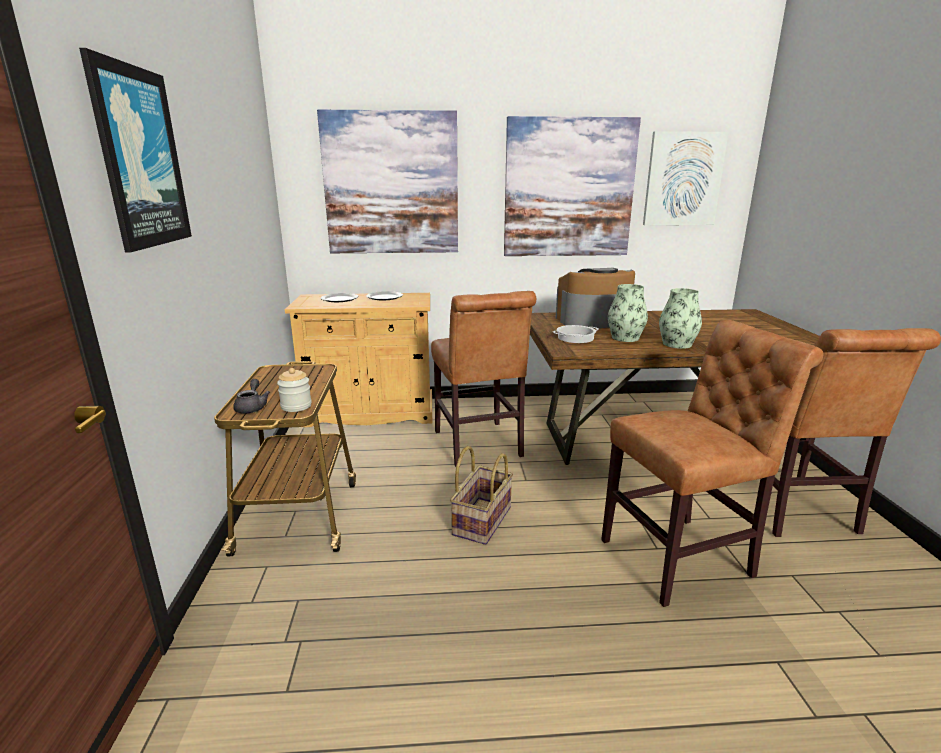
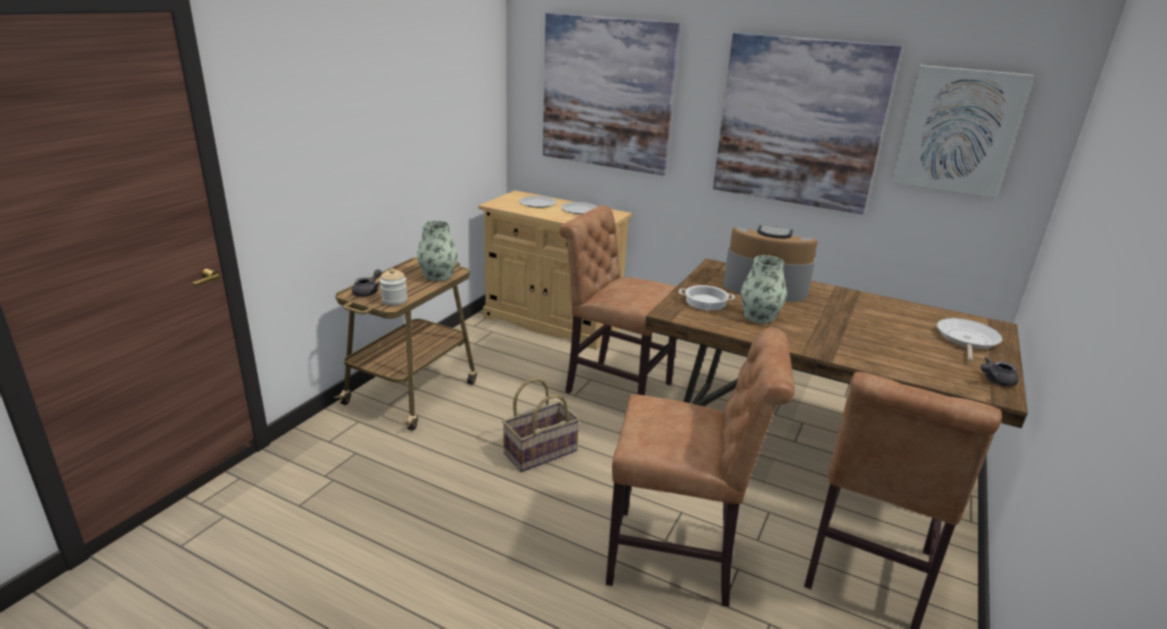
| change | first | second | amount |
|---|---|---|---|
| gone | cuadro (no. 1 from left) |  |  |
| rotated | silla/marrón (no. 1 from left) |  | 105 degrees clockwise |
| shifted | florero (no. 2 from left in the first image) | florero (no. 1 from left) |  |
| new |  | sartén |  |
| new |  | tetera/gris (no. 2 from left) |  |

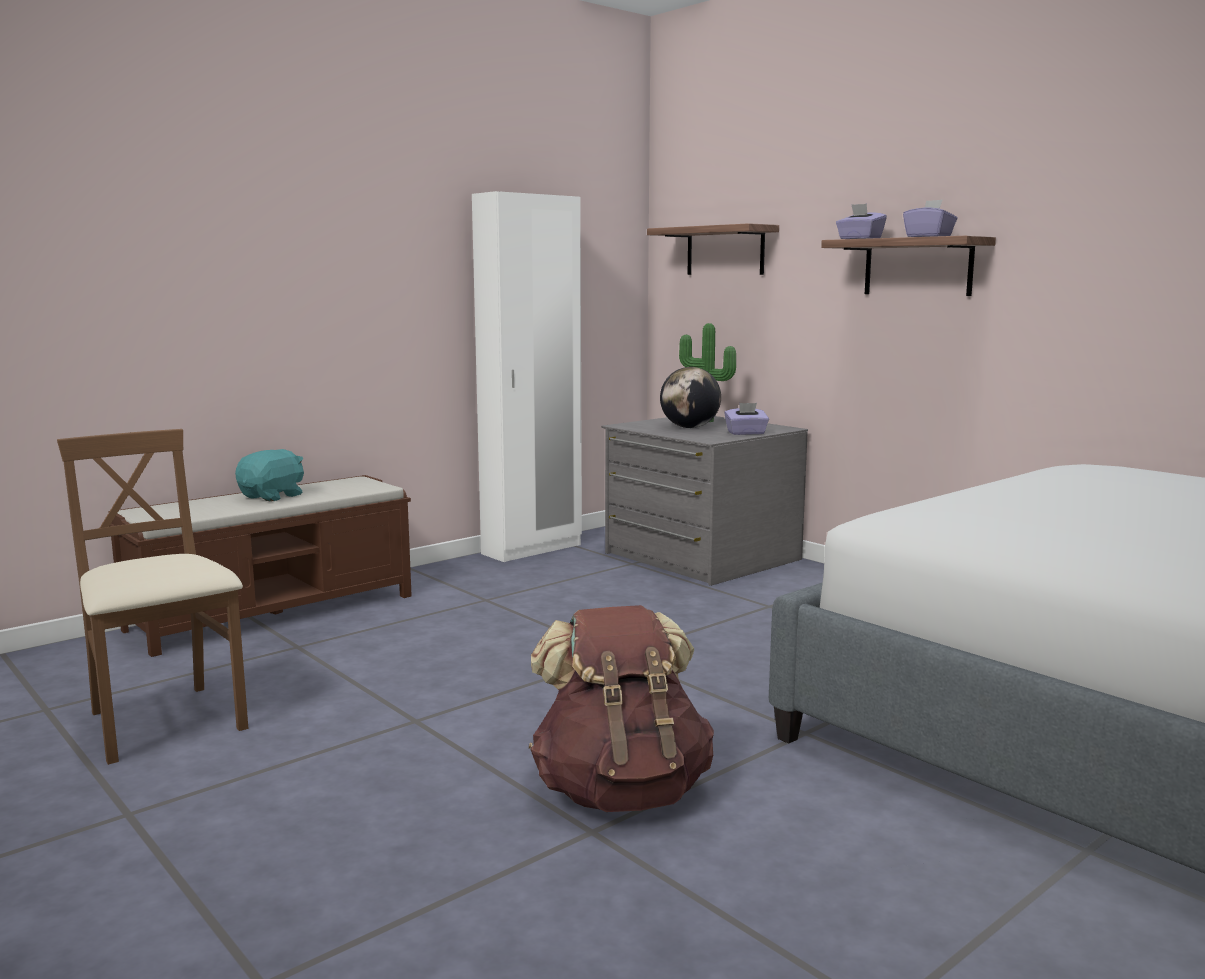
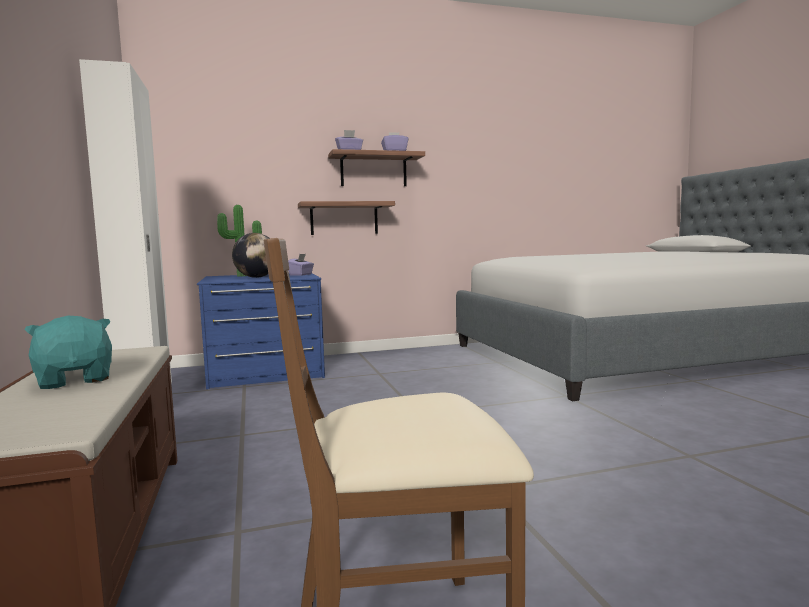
| change | first | second | amount |
|---|---|---|---|
| gone | mochila/marrón |  |  |
| repainted | cómoda/gris | cómoda/azul |  |
| shifted | estante (no. 1 from left) |  |  |

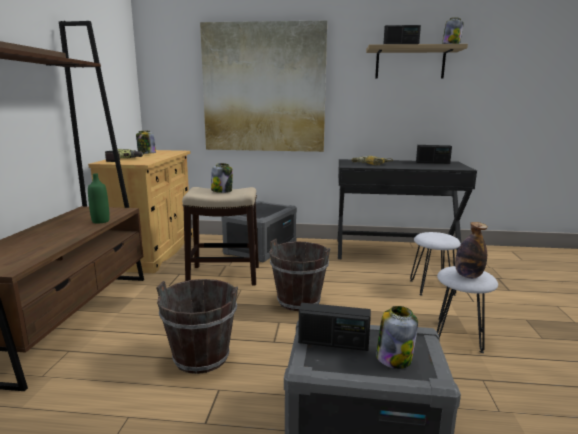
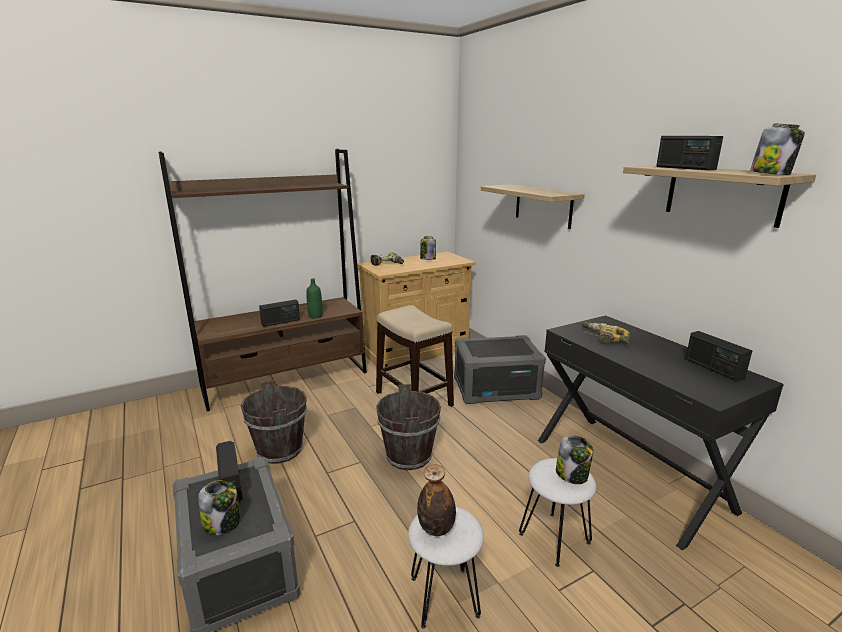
| change | first | second | amount |
|---|---|---|---|
| swapped | cuadro | estante (no. 1 from left) |  |
| shifted | tarro (no. 2 from left in the first image) | tarro (no. 3 from left) |  |
| new |  | radio (no. 2 from left) |  |

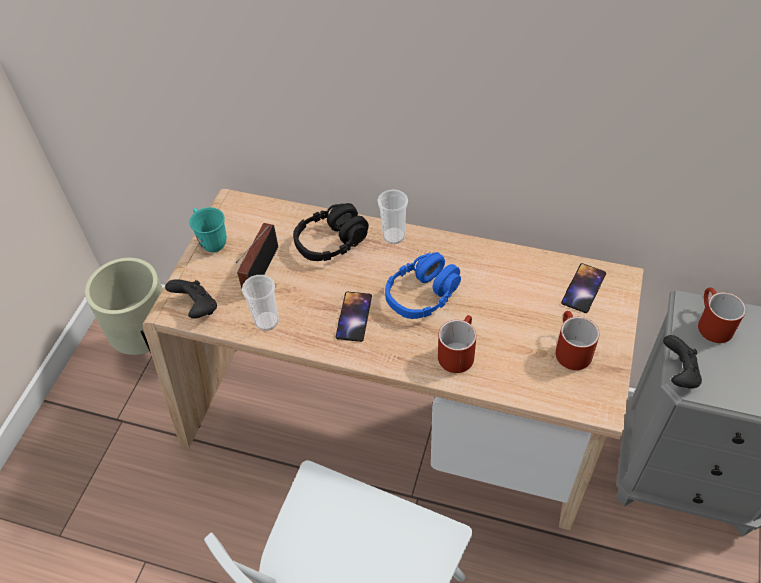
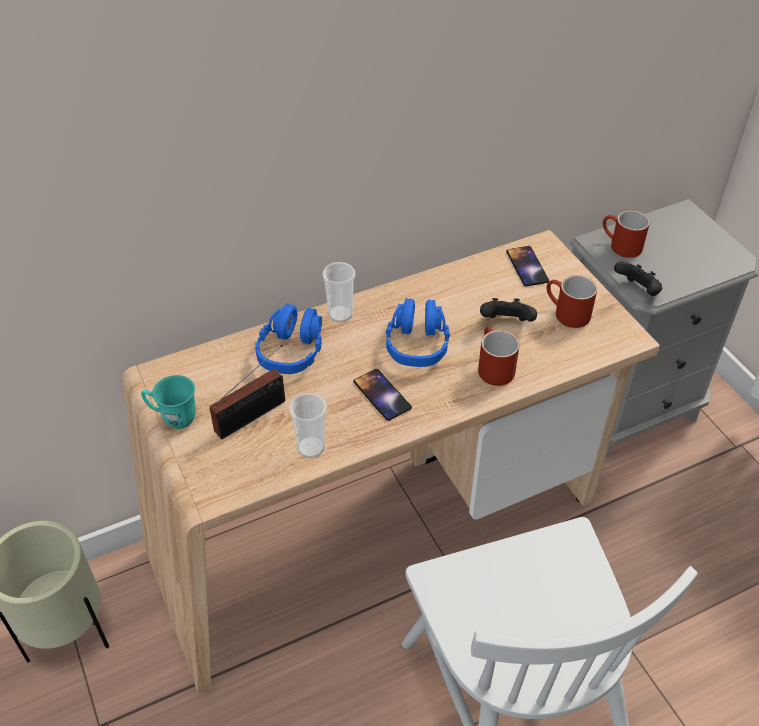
| change | first | second | amount |
|---|---|---|---|
| shifted | mando de consola/negro (no. 1 from left) |  |  |
| rotated | radio |  | 105 degrees counterclockwise |
| repainted | auriculares/negro | auriculares/azul (no. 1 from left) |  |

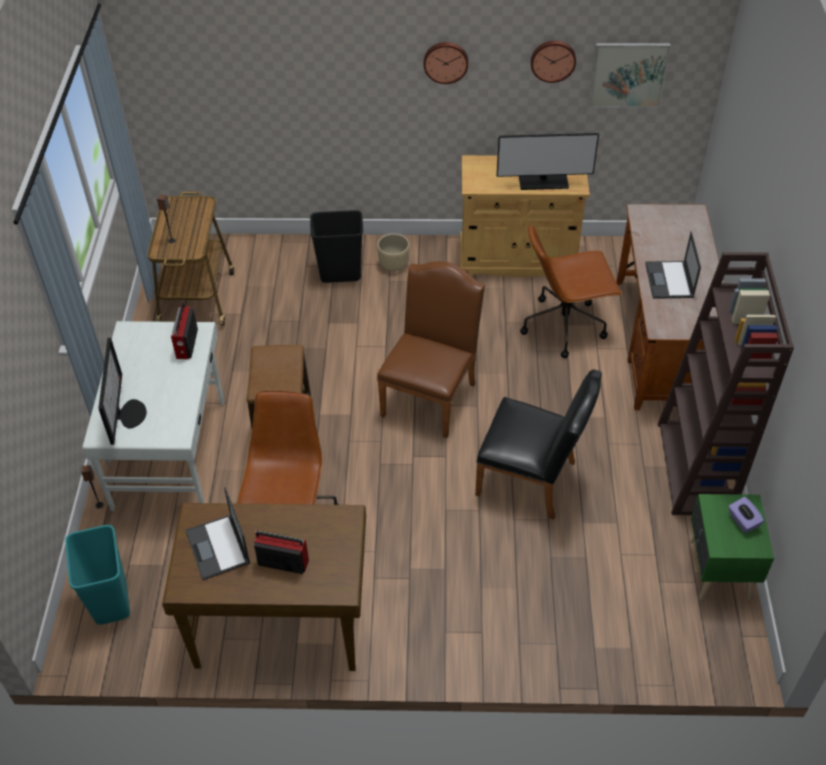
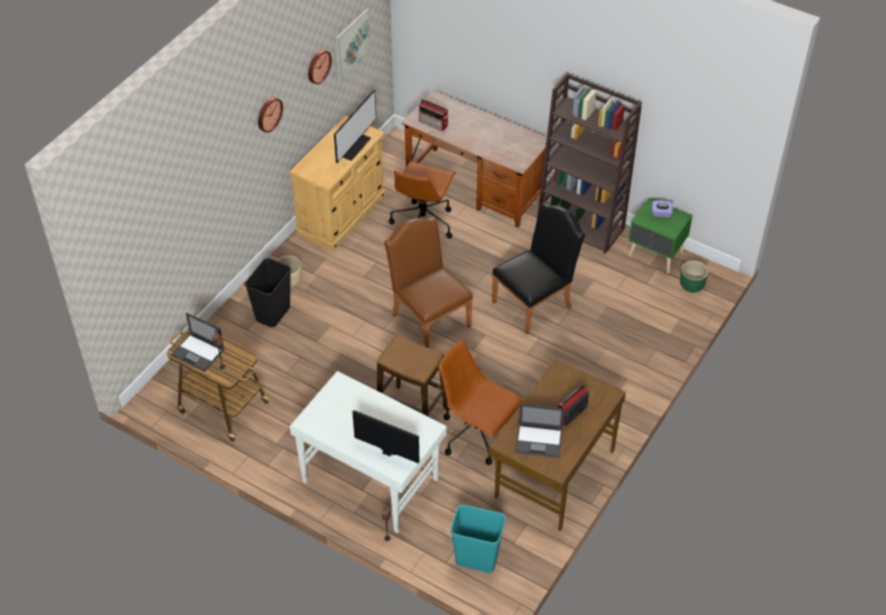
| change | first | second | amount |
|---|---|---|---|
| shifted | radio (no. 1 from left) |  |  |
| shifted | portátil (no. 2 from left in the first image) | portátil (no. 1 from left) |  |
| new |  | maceta/verde |  |

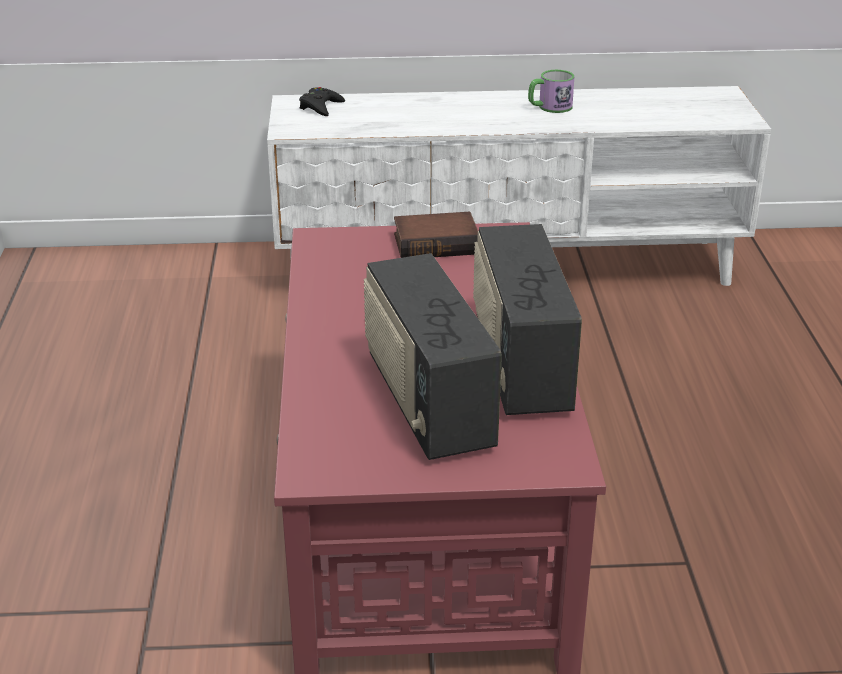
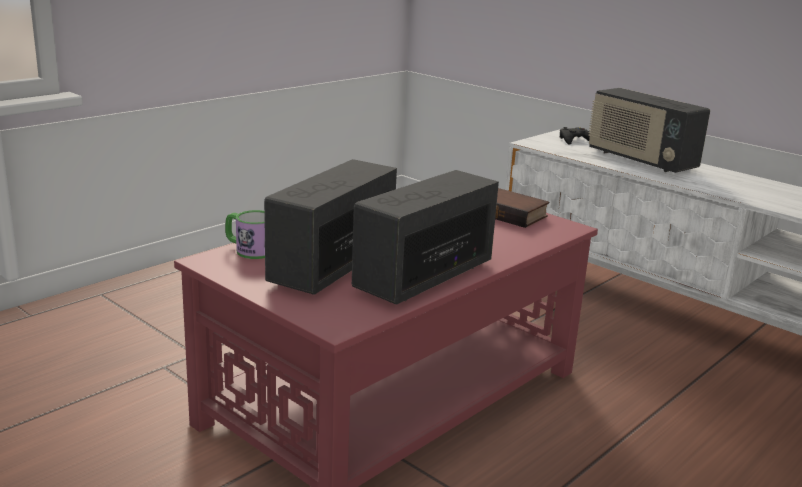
| change | first | second | amount |
|---|---|---|---|
| shifted | taza grande |  |  |
| new |  | radio (no. 3 from left) |  |

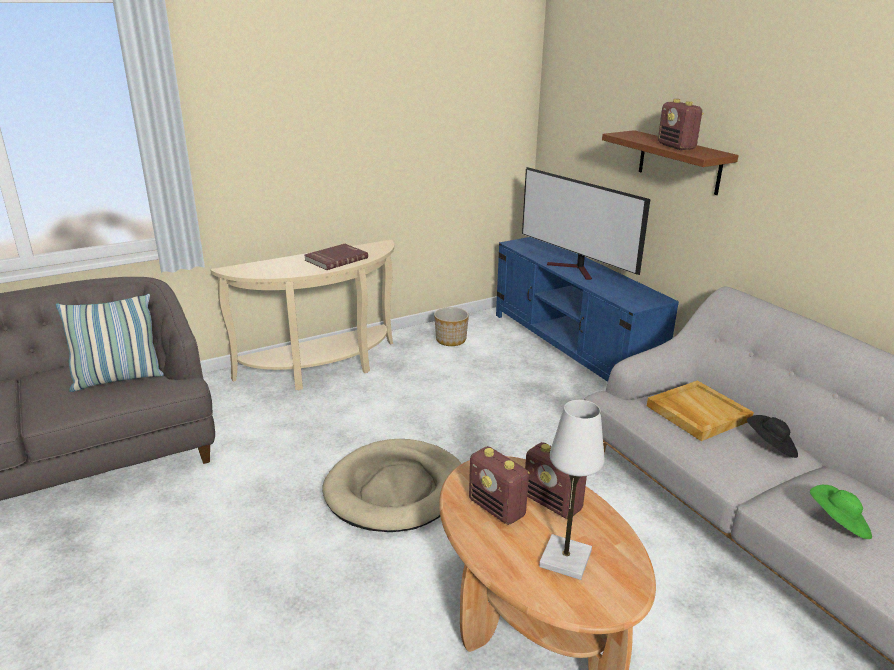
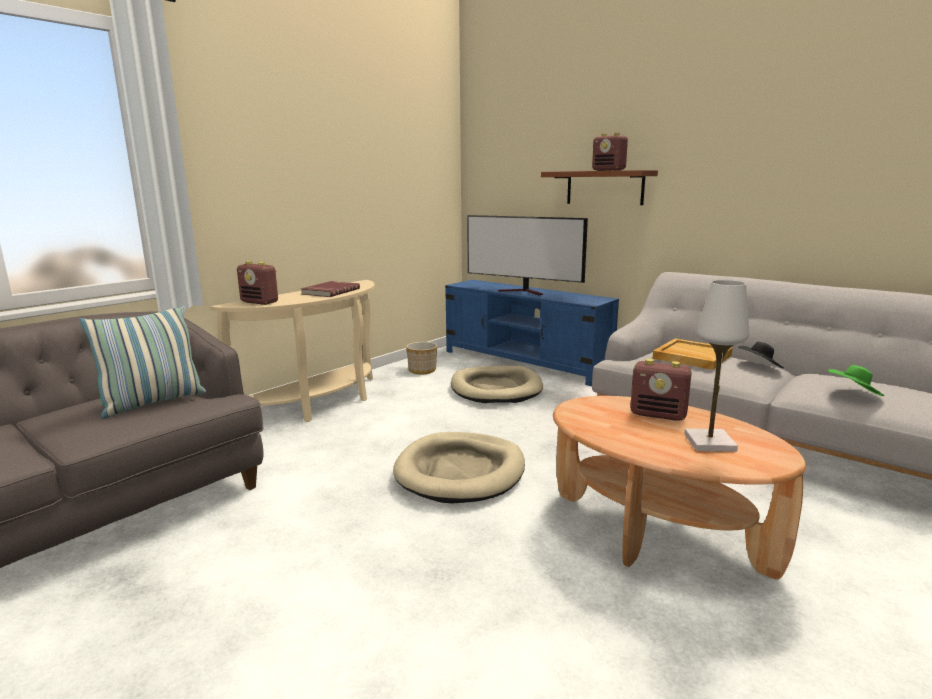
| change | first | second | amount |
|---|---|---|---|
| shifted | radio (no. 1 from left) |  |  |
| new |  | cama para perro/beis (no. 2 from left) |  |

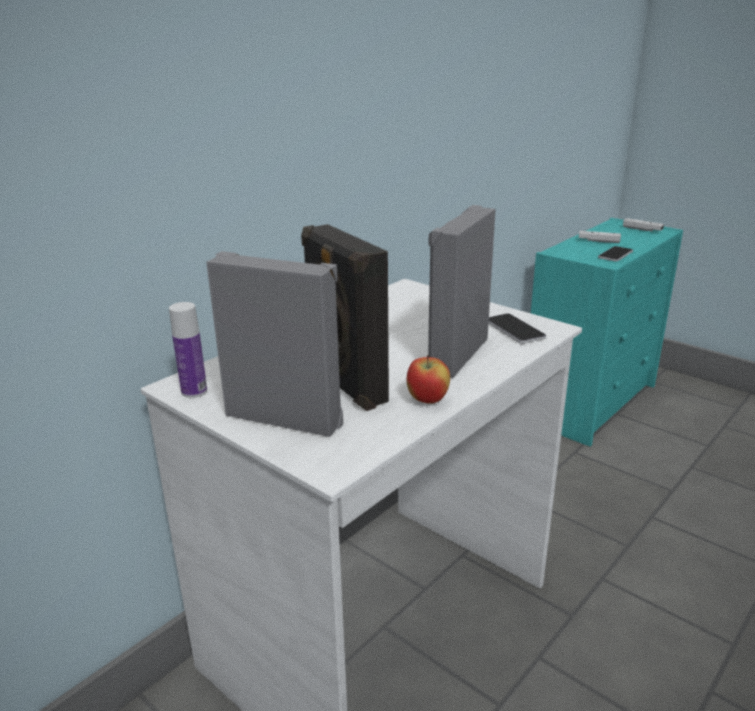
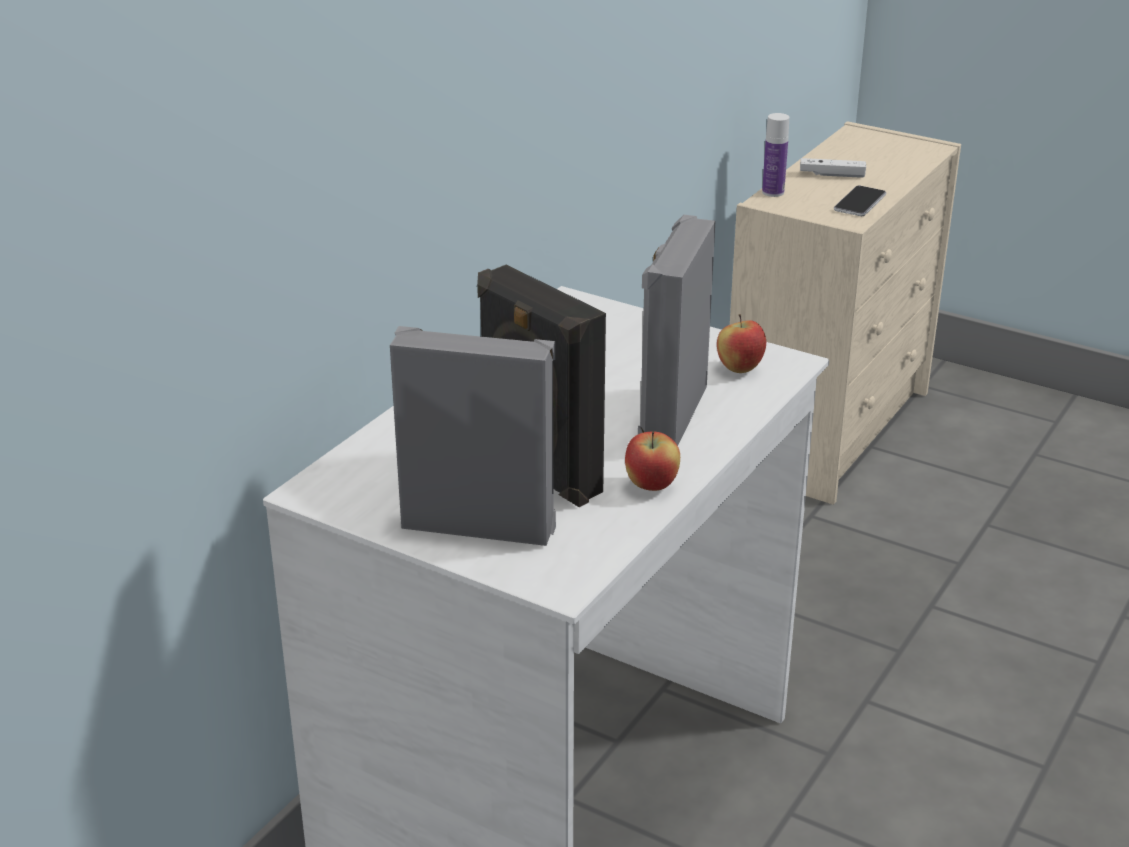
| change | first | second | amount |
|---|---|---|---|
| shifted | botella |  |  |
| swapped | móvil (no. 1 from left) | manzana (no. 2 from left) |  |
| repainted | cómoda/turquesa | cómoda/beis |  |
| gone | mando de consola/blanco (no. 2 from left) |  |  |

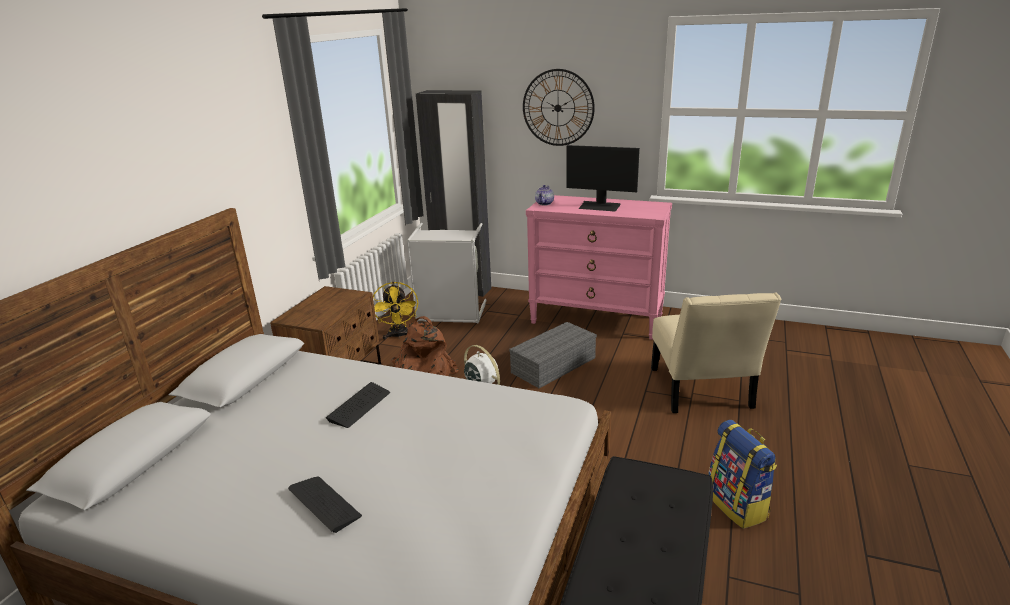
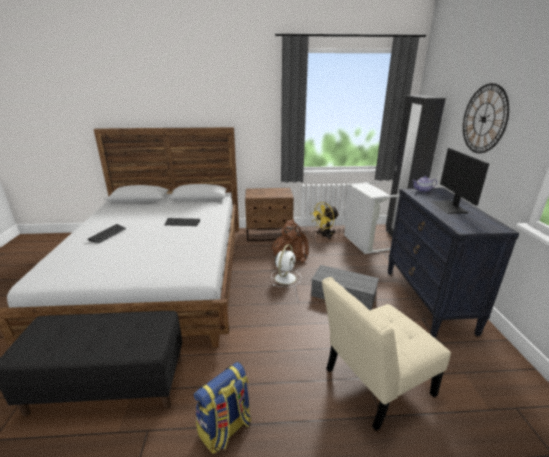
| change | first | second | amount |
|---|---|---|---|
| repainted | cómoda/rosa | cómoda/negro |  |

